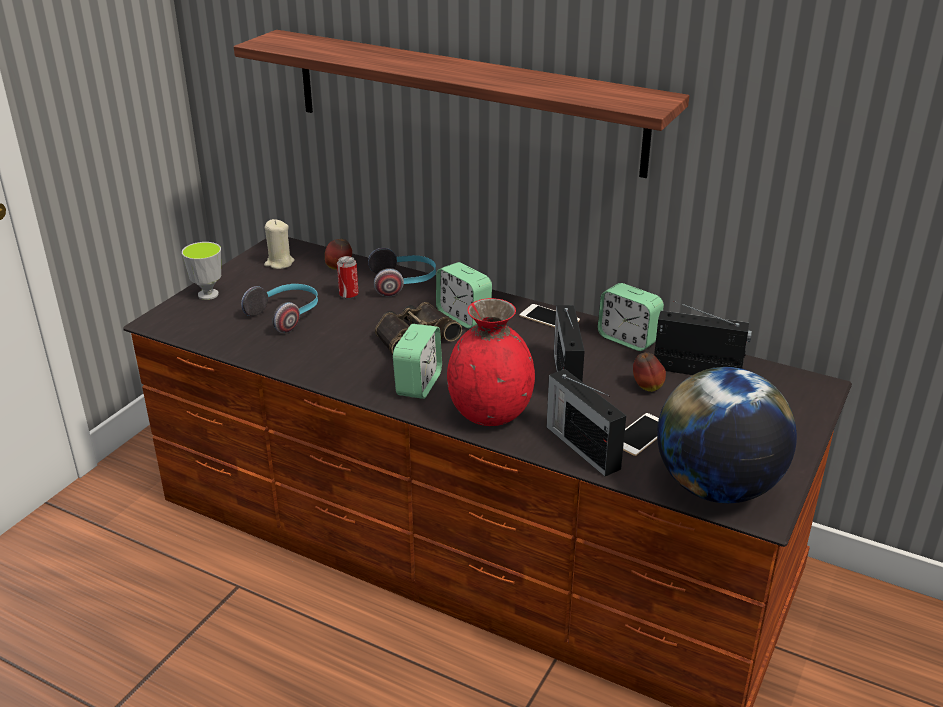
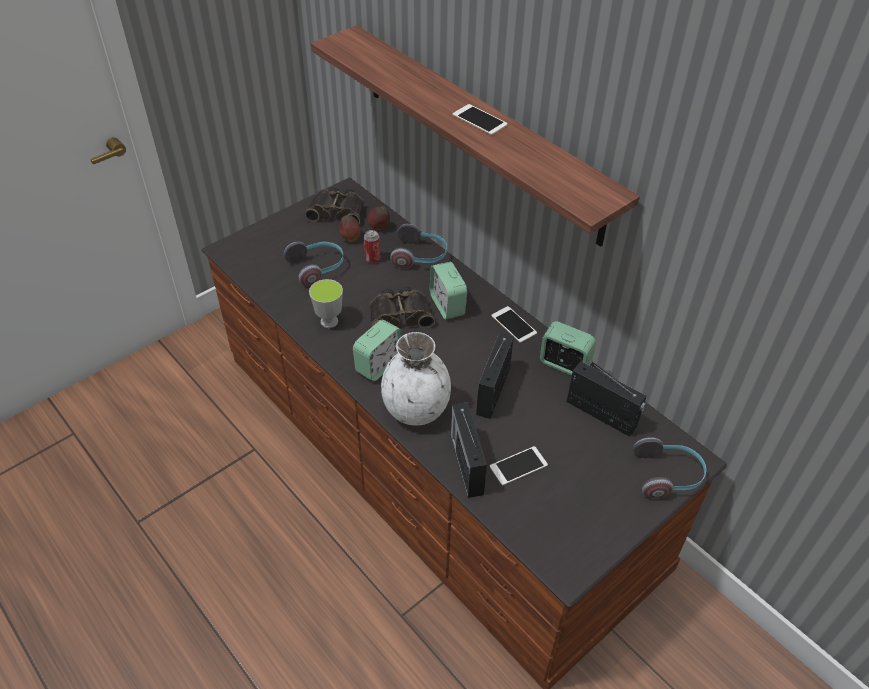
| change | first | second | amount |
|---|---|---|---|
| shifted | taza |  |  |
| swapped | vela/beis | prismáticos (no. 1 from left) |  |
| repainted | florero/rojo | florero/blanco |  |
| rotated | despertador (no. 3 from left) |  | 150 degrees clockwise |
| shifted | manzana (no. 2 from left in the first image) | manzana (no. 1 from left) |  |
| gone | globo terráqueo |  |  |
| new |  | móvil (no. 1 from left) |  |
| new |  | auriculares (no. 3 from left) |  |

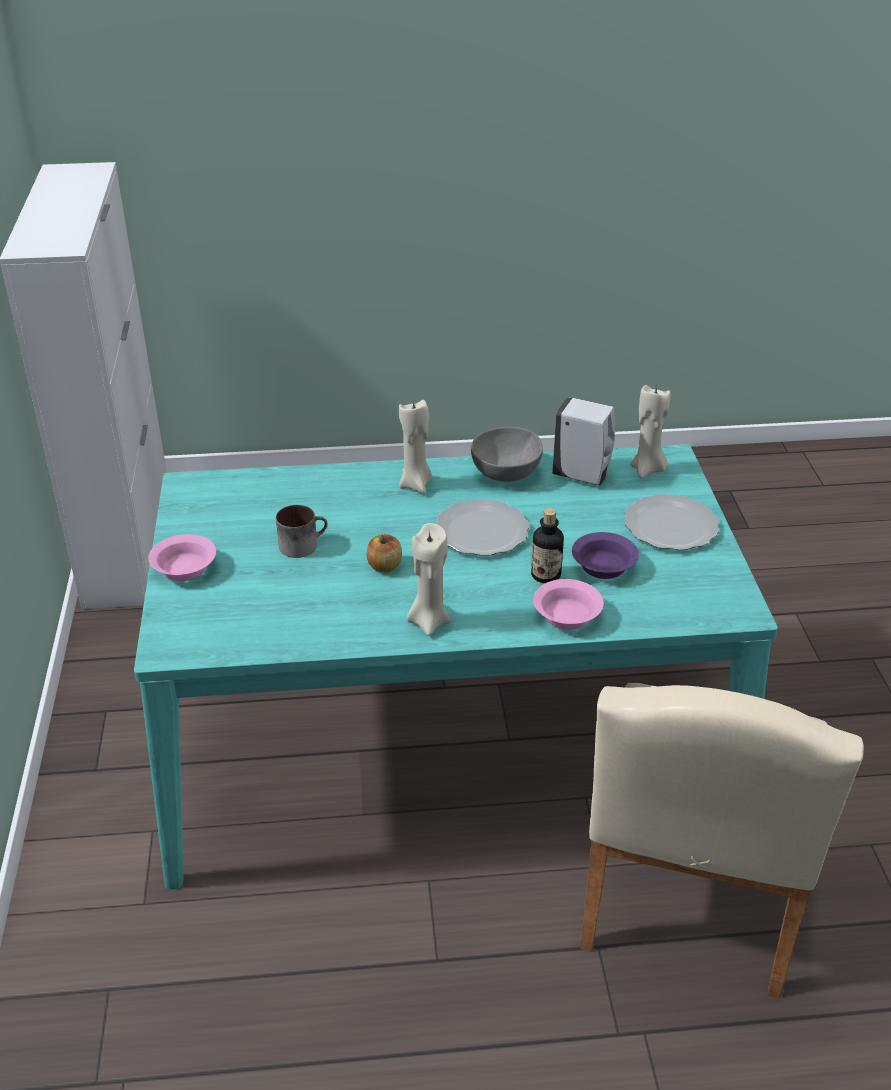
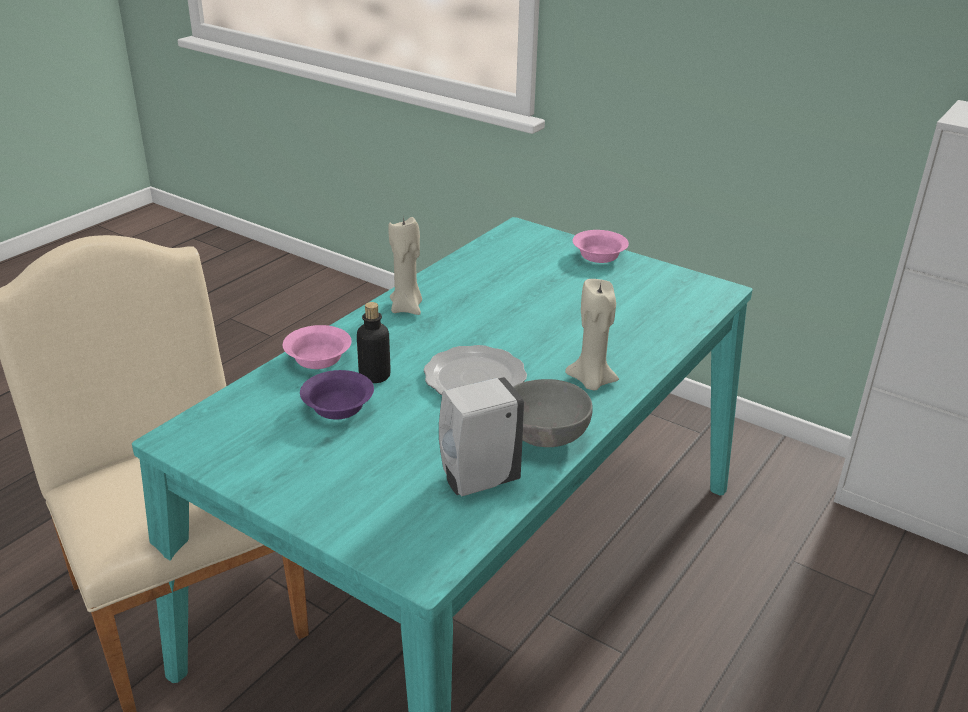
| change | first | second | amount |
|---|---|---|---|
| gone | taza grande |  |  |
| gone | manzana |  |  |
| gone | plato (no. 2 from left) |  |  |
| gone | vela/beis (no. 3 from left) |  |  |

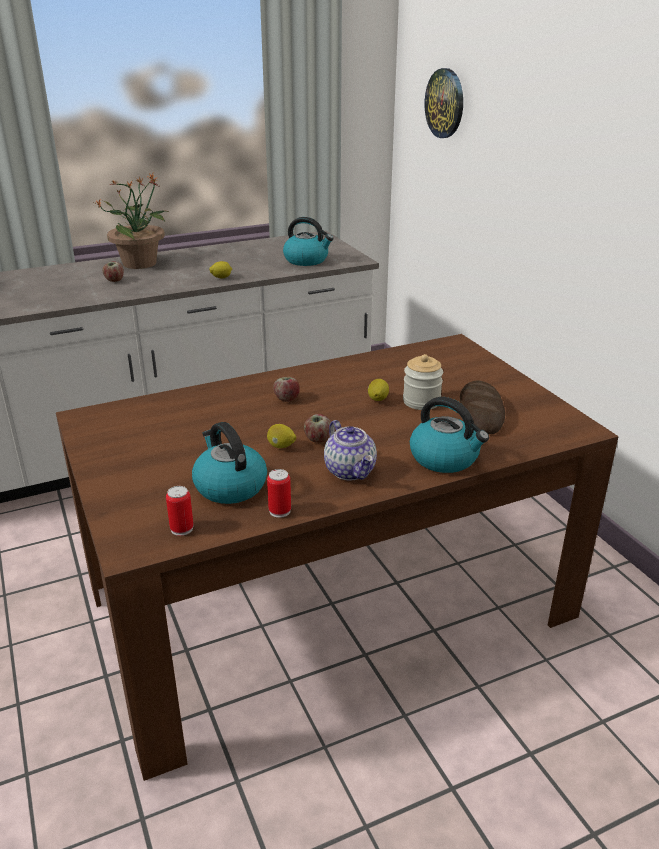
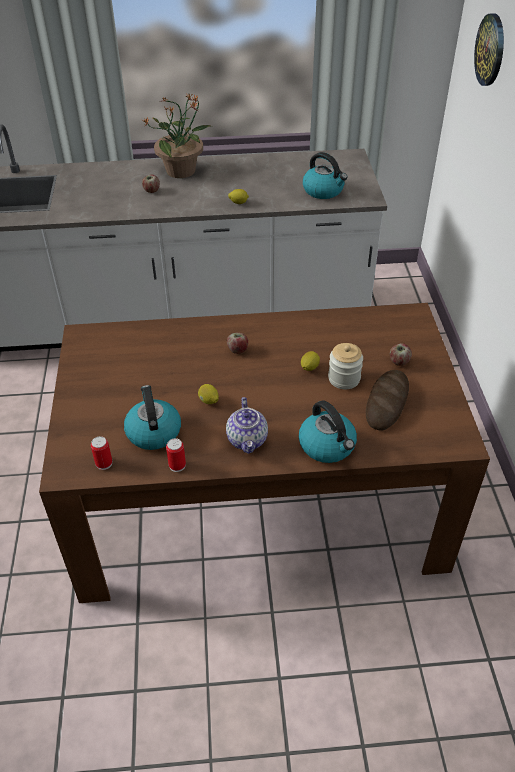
| change | first | second | amount |
|---|---|---|---|
| shifted | manzana (no. 3 from left) |  |  |

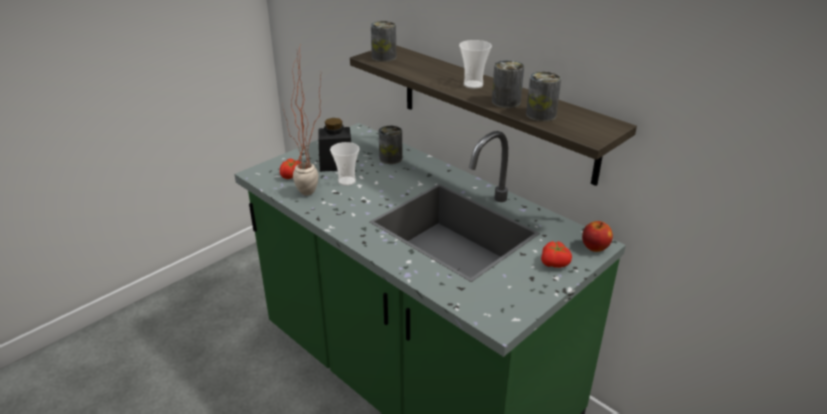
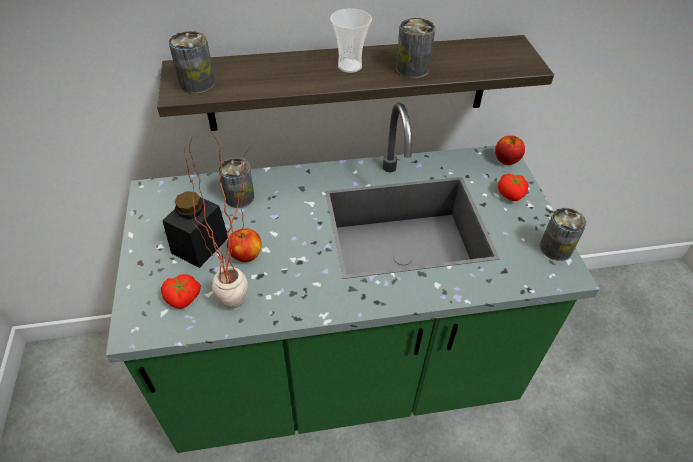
| change | first | second | amount |
|---|---|---|---|
| swapped | taza (no. 1 from left) | manzana (no. 1 from left) |  |
| shifted | lata (no. 4 from left) |  |  |

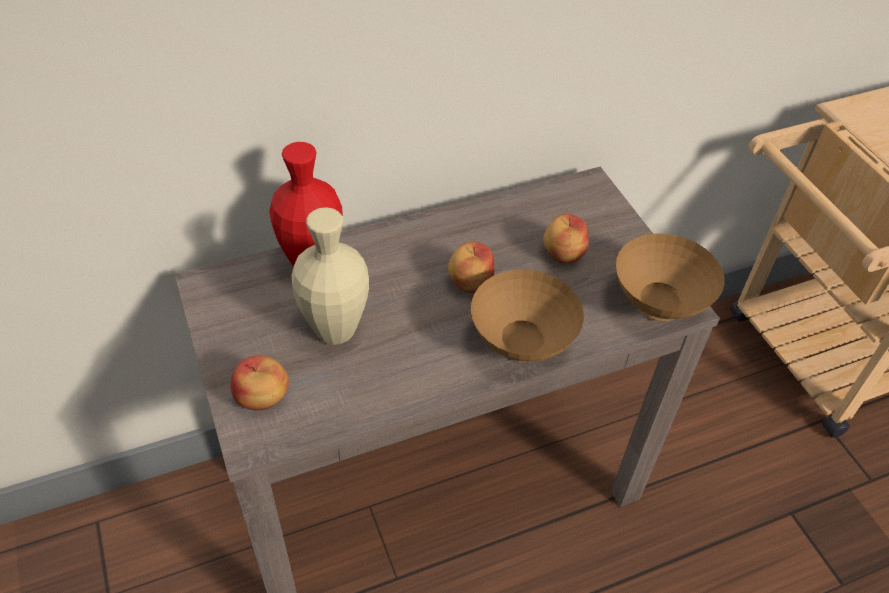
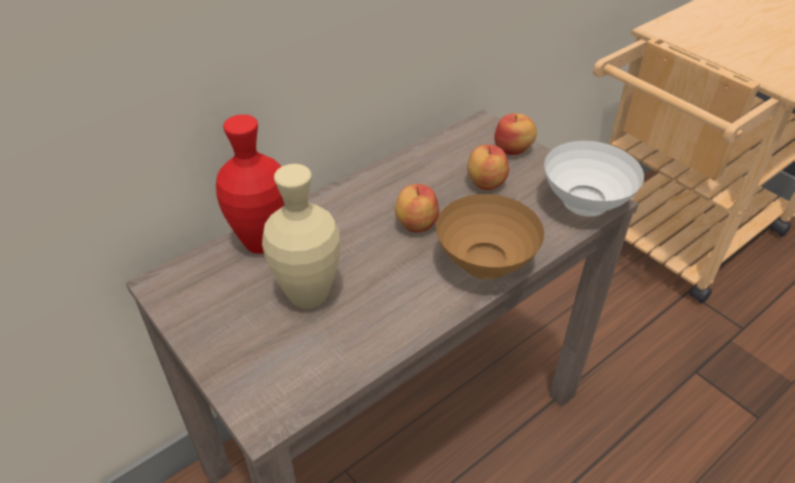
| change | first | second | amount |
|---|---|---|---|
| shifted | manzana (no. 1 from left in the first image) | manzana (no. 3 from left) |  |
| repainted | cuenco/marrón (no. 2 from left) | cuenco/blanco |  |

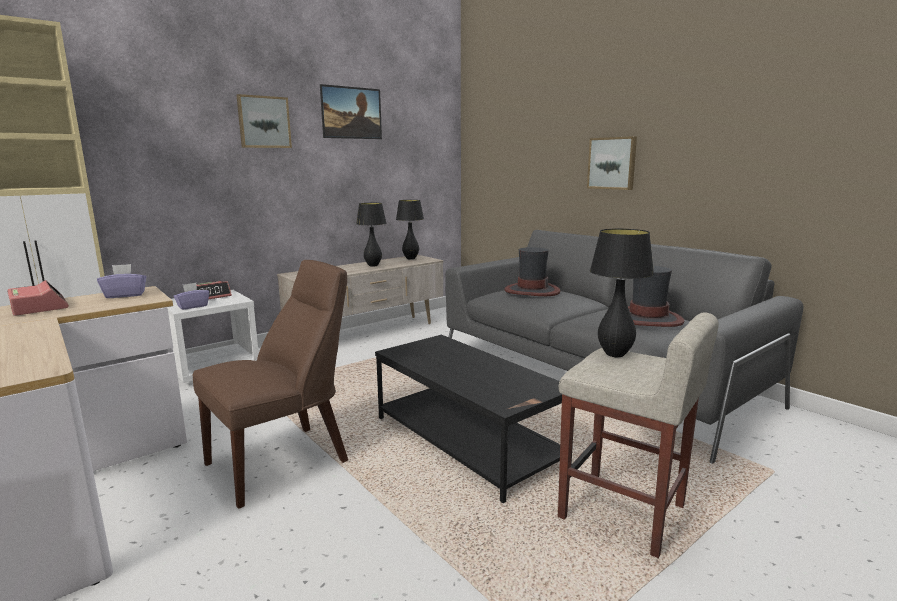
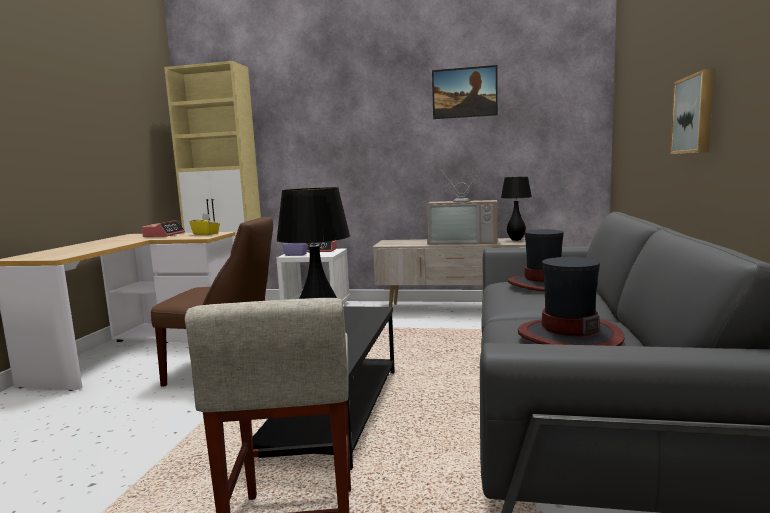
| change | first | second | amount |
|---|---|---|---|
| repainted | caja de pañuelos/morado (no. 1 from left) | caja de pañuelos/amarillo |  |
| gone | cuadro (no. 1 from left) |  |  |
| swapped | lámpara de mesa/negro (no. 1 from left) | televisor |  |

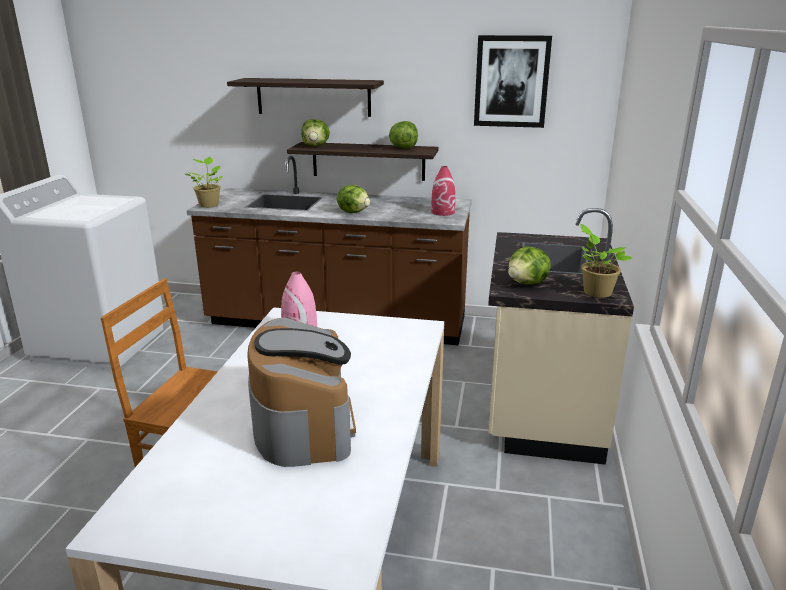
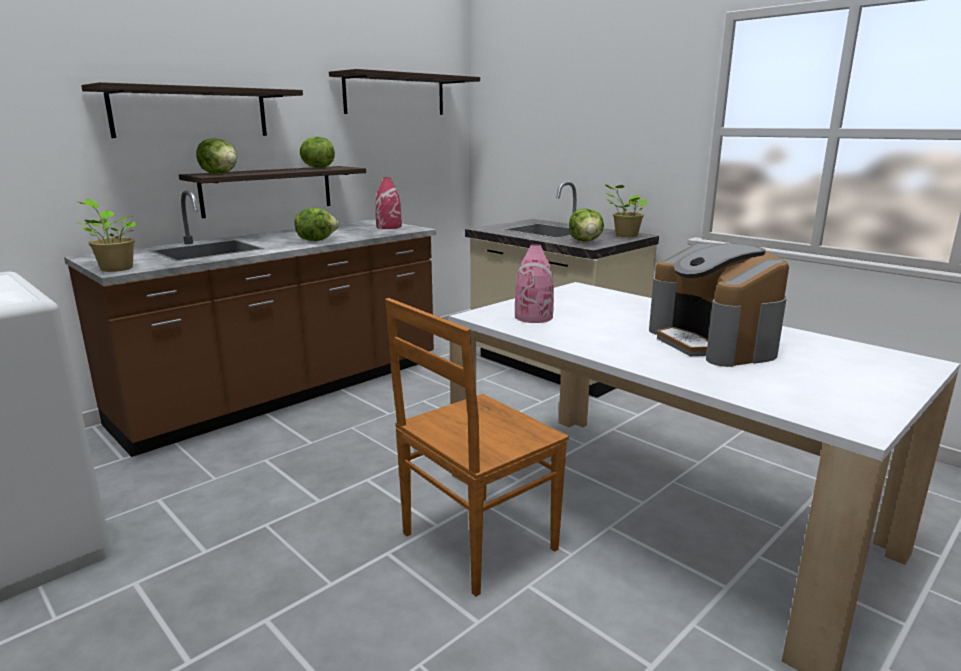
| change | first | second | amount |
|---|---|---|---|
| rotated | cafetera |  | 135 degrees counterclockwise |
| swapped | cuadro | estante (no. 3 from left) |  |

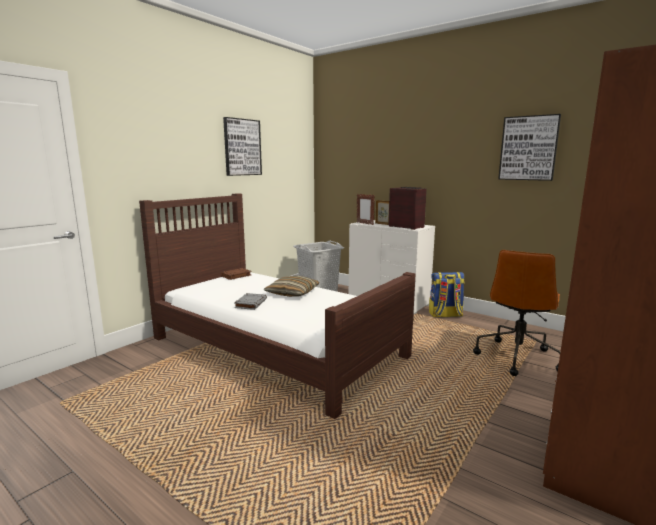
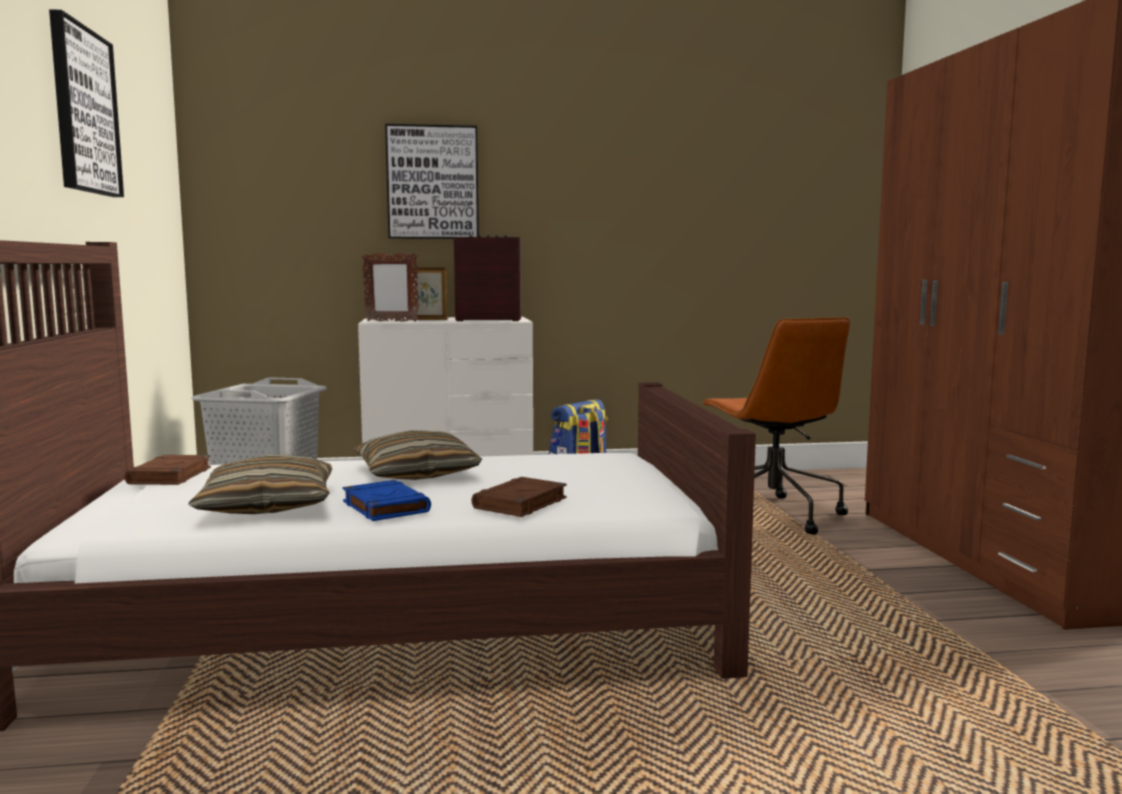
| change | first | second | amount |
|---|---|---|---|
| repainted | libro/gris | libro/azul |  |
| shifted | cuadro (no. 2 from left) |  |  |
| new |  | cojín (no. 1 from left) |  |
| new |  | libro/marrón (no. 2 from left) |  |

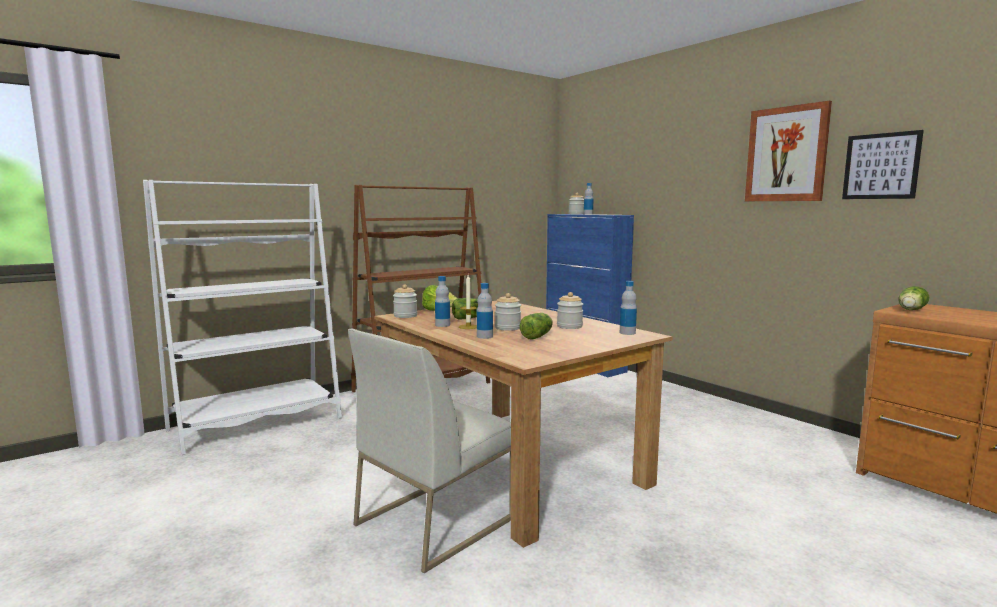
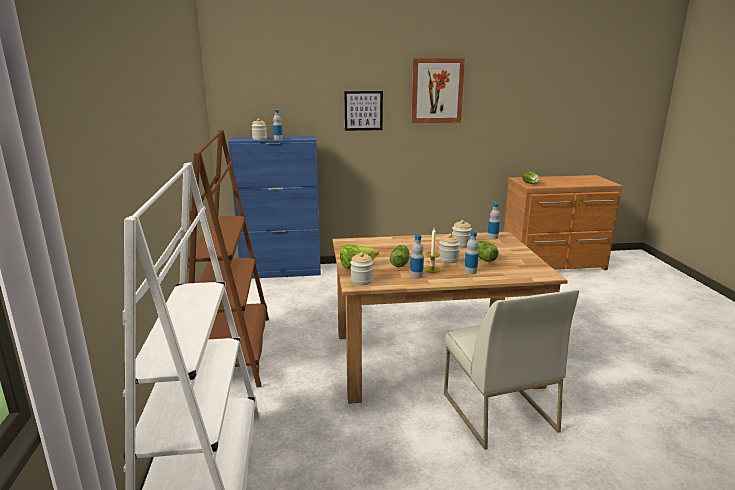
| change | first | second | amount |
|---|---|---|---|
| shifted | cuadro (no. 2 from left in the first image) | cuadro (no. 1 from left) |  |

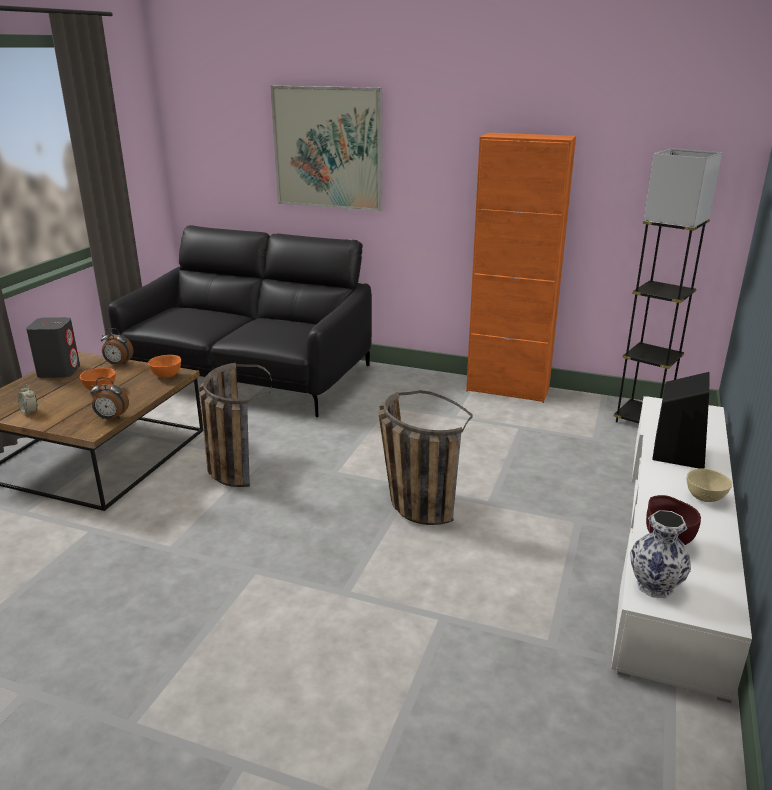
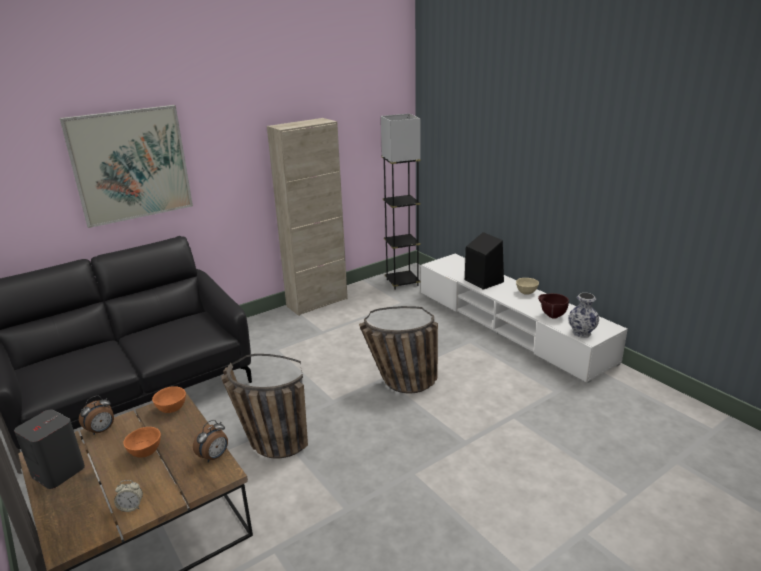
| change | first | second | amount |
|---|---|---|---|
| repainted | armario/naranja | armario/beis |  |

